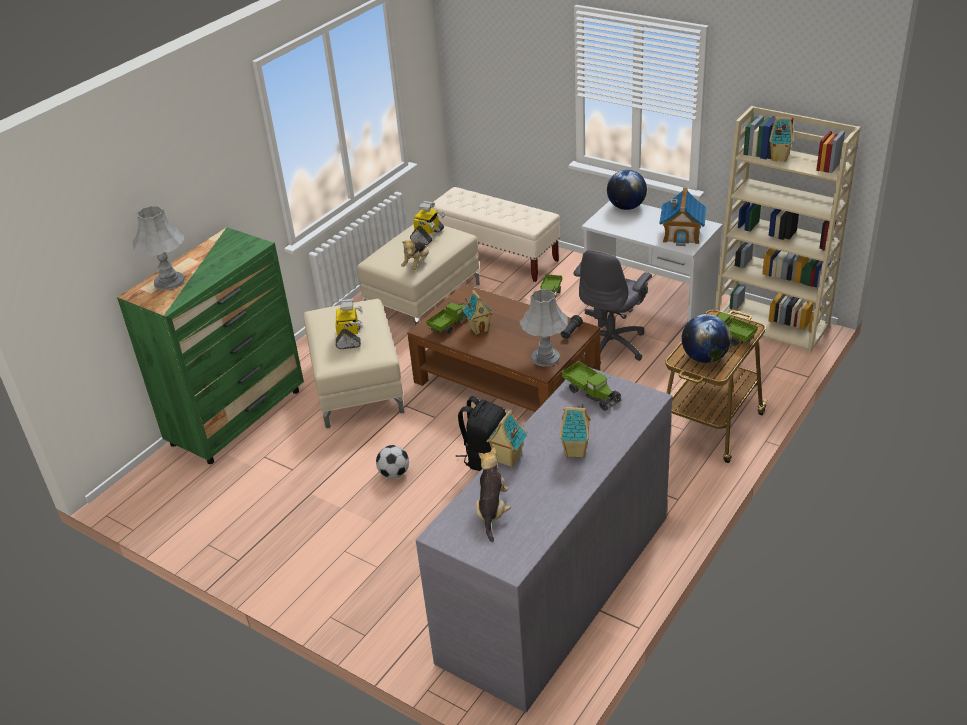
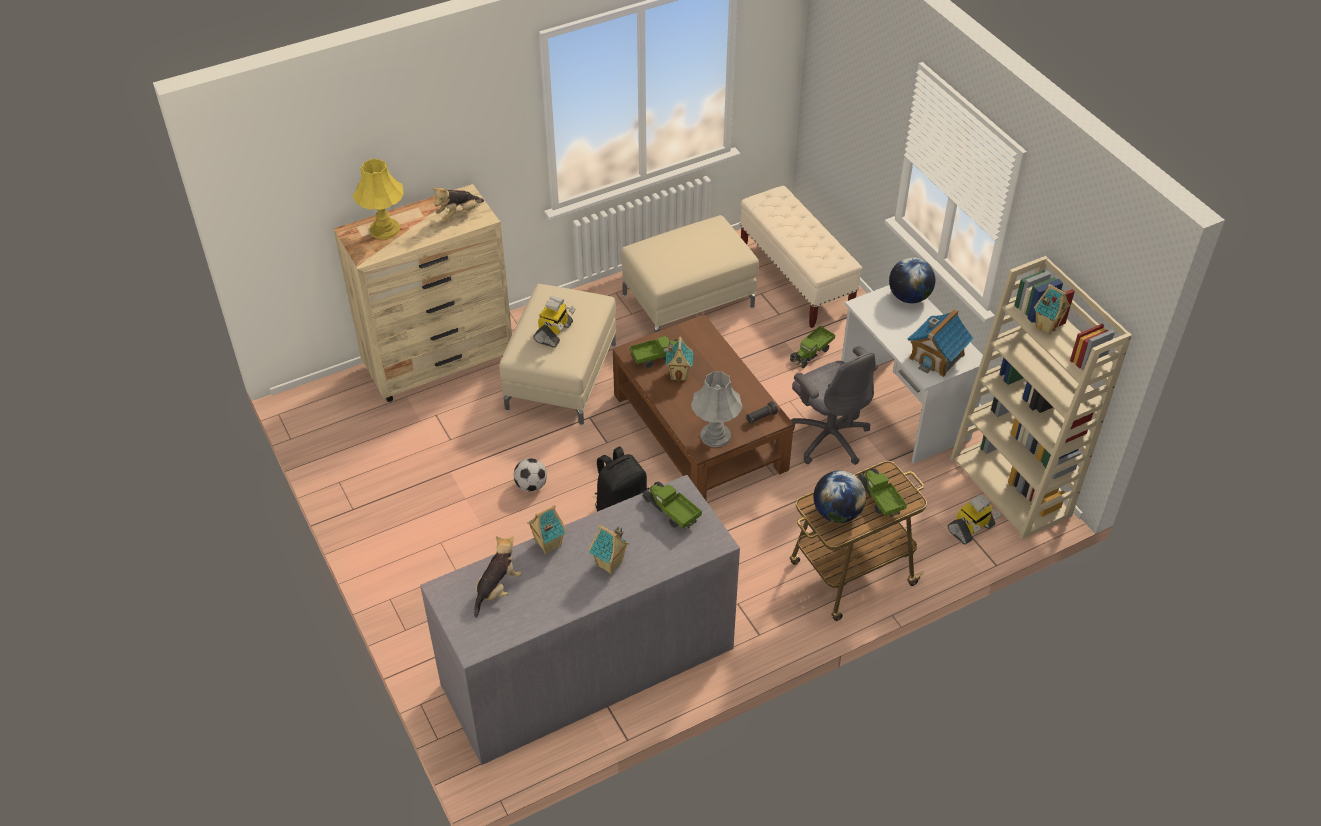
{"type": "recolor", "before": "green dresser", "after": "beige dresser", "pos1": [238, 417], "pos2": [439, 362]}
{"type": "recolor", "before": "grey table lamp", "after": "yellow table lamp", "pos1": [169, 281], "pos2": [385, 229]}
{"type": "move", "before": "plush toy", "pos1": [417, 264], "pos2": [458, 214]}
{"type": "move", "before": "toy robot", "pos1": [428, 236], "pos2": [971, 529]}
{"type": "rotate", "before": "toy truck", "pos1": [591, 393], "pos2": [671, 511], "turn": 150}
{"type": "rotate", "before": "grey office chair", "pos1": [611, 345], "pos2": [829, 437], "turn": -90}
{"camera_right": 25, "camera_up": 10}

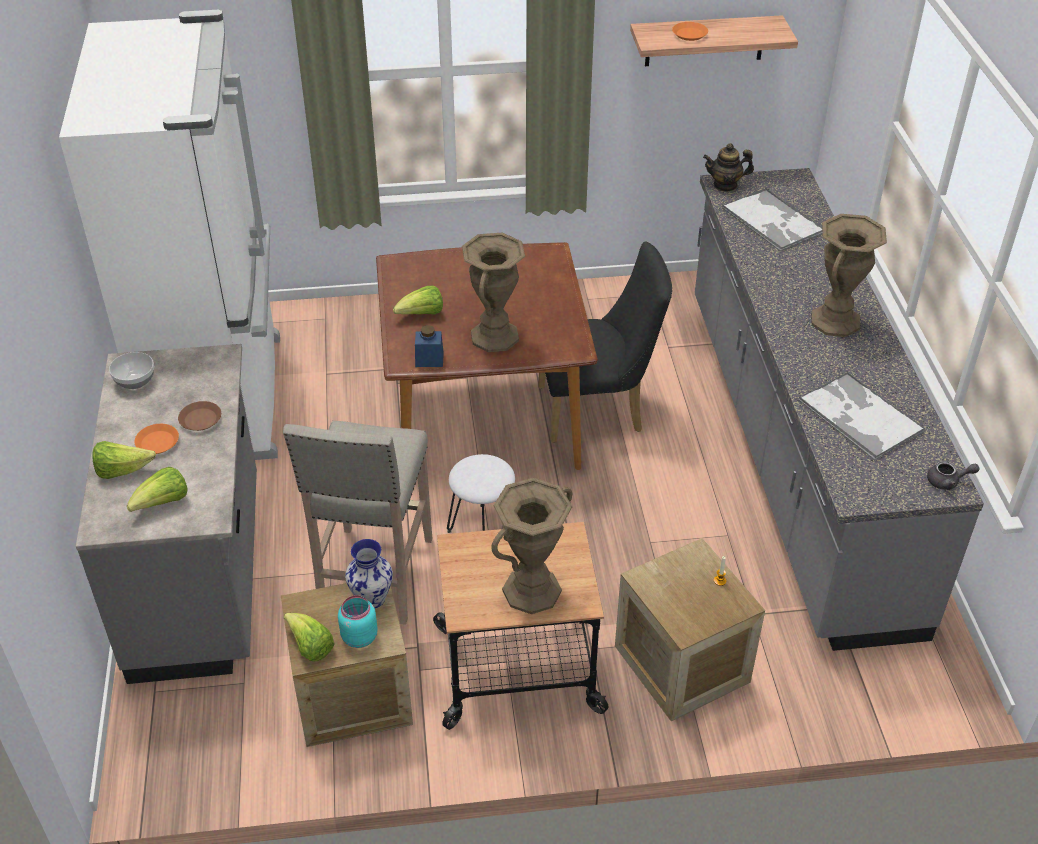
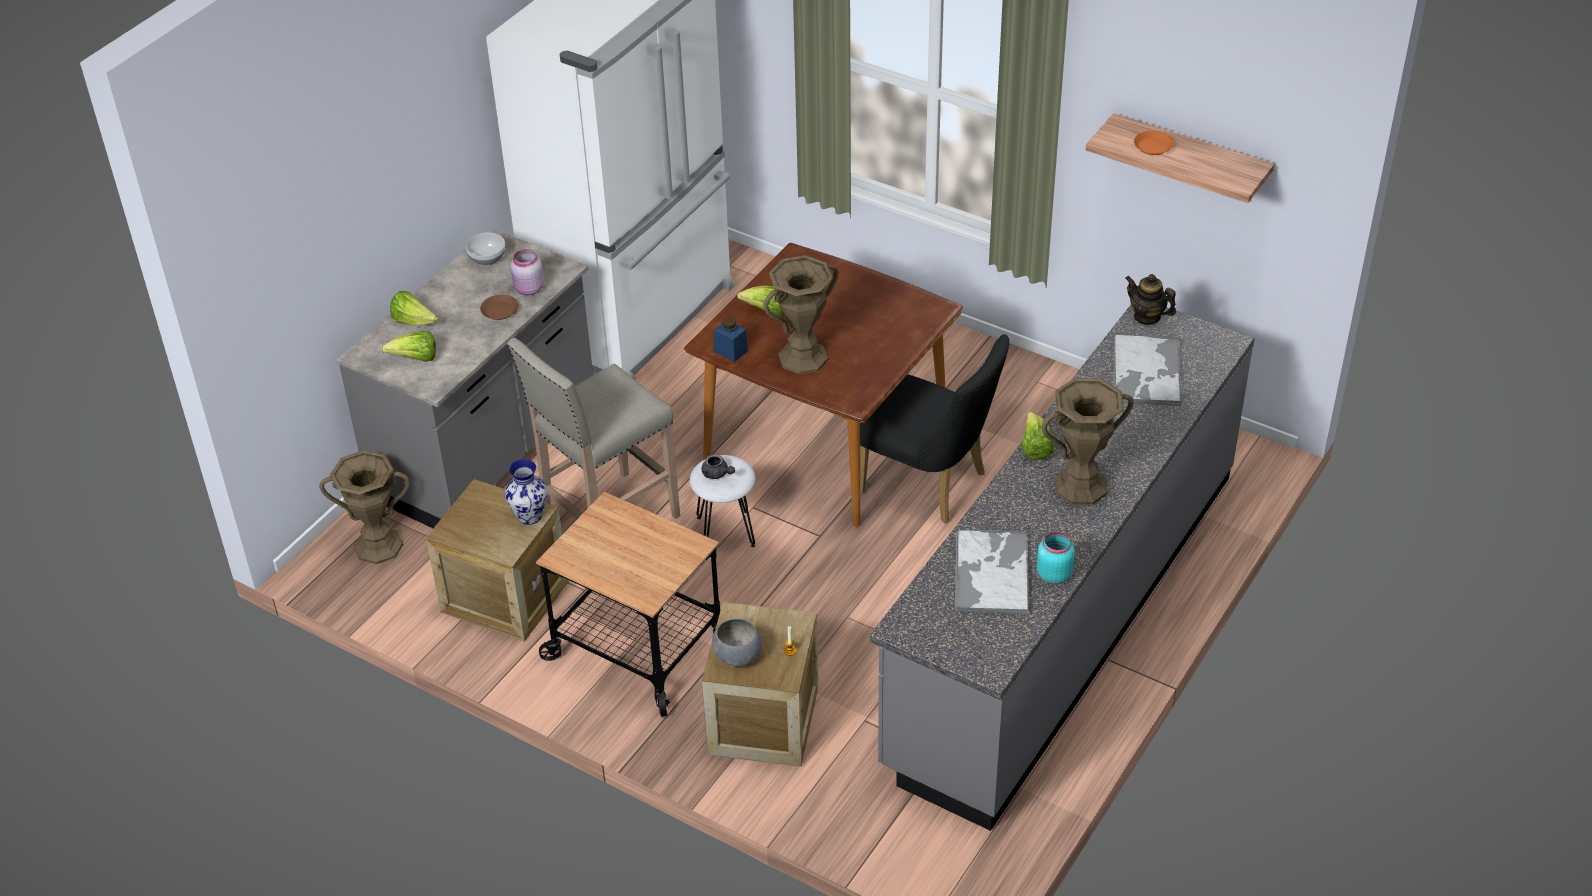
{"type": "delete", "before": "orange plate", "pos1": [158, 442]}
{"type": "move", "before": "lettuce", "pos1": [310, 647], "pos2": [1035, 448]}
{"type": "move", "before": "turquoise jar", "pos1": [358, 637], "pos2": [1053, 574]}
{"type": "move", "before": "brown vase", "pos1": [531, 590], "pos2": [378, 546]}
{"type": "move", "before": "grey teapot", "pos1": [947, 482], "pos2": [717, 474]}
{"type": "insert", "after": "pink jar", "pos2": [528, 289]}
{"type": "insert", "after": "grey bowl", "pos2": [738, 656]}
{"camera_right": 40, "camera_up": 0}

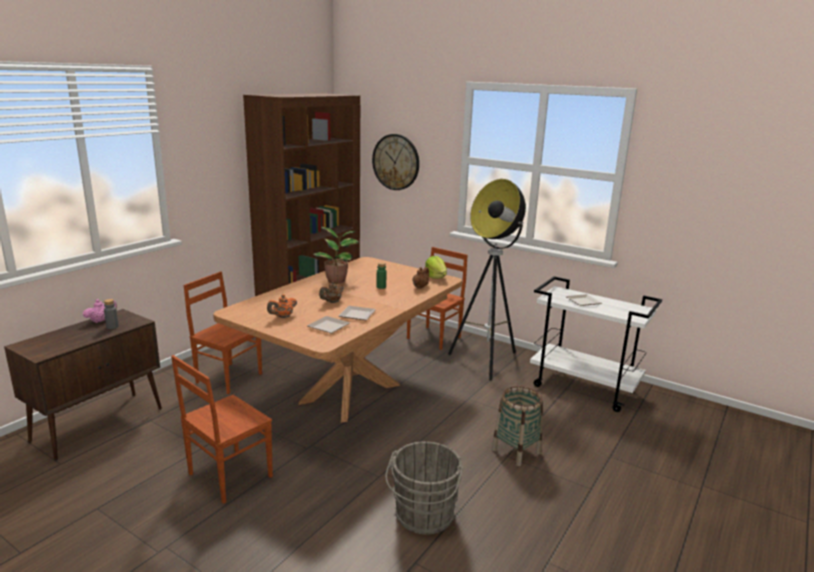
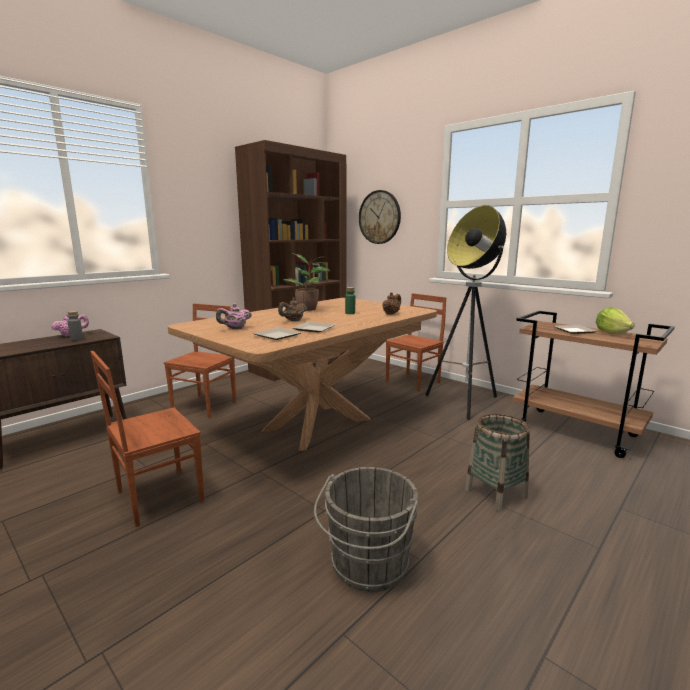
{"type": "rotate", "before": "brown chair", "pos1": [229, 377], "pos2": [205, 406], "turn": 75}
{"type": "recolor", "before": "orange teapot", "after": "pink teapot", "pos1": [283, 317], "pos2": [235, 328]}
{"type": "move", "before": "lettuce", "pos1": [435, 277], "pos2": [611, 332]}
{"type": "recolor", "before": "white cart", "after": "brown cart", "pos1": [584, 388], "pos2": [577, 432]}
{"camera_right": 10, "camera_up": -5}

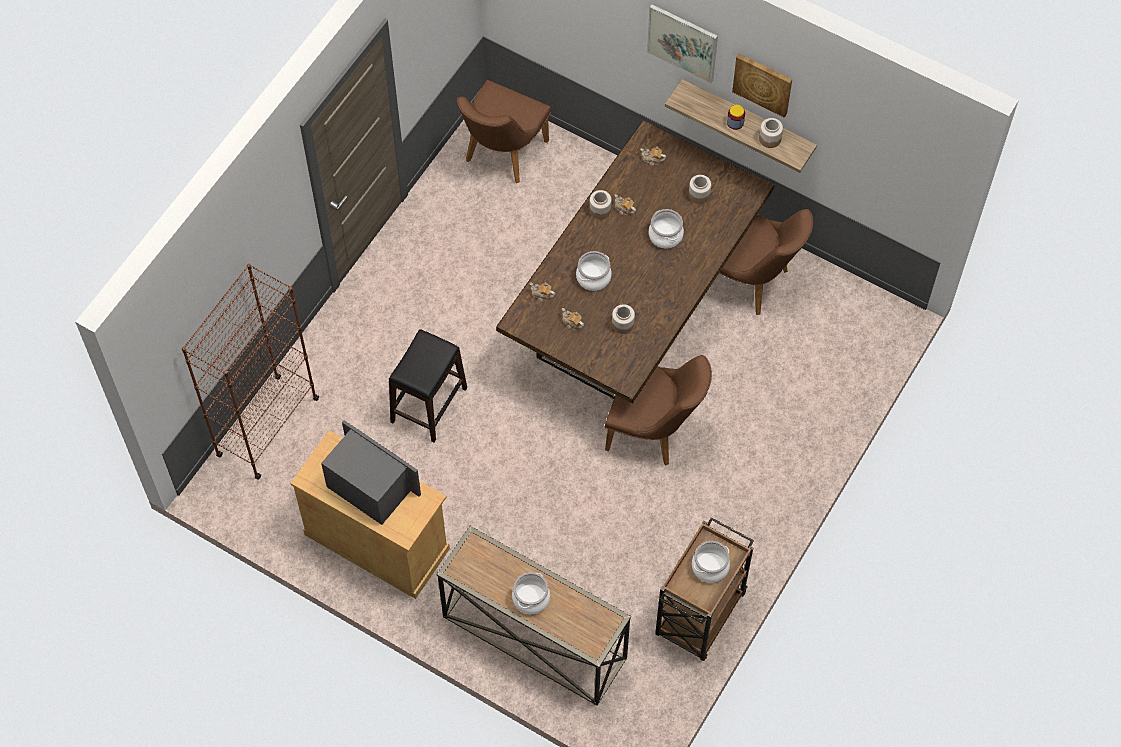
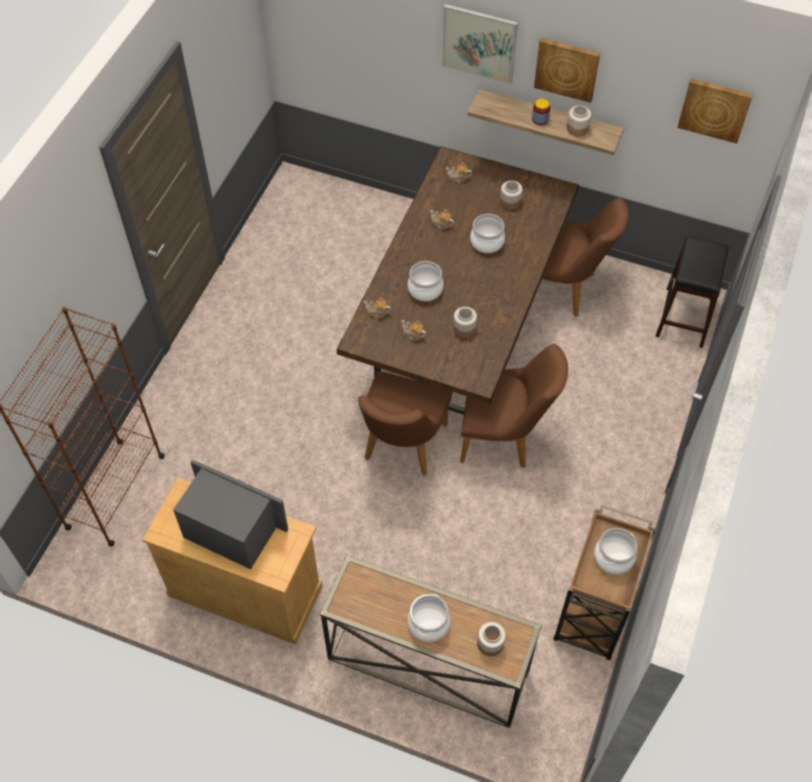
{"type": "move", "before": "black stool", "pos1": [429, 405], "pos2": [684, 317]}
{"type": "move", "before": "brown chair", "pos1": [501, 155], "pos2": [401, 448]}
{"type": "move", "before": "jar", "pos1": [600, 210], "pos2": [490, 643]}
{"type": "insert", "after": "picture", "pos2": [714, 109]}
{"camera_right": -10, "camera_up": -5}

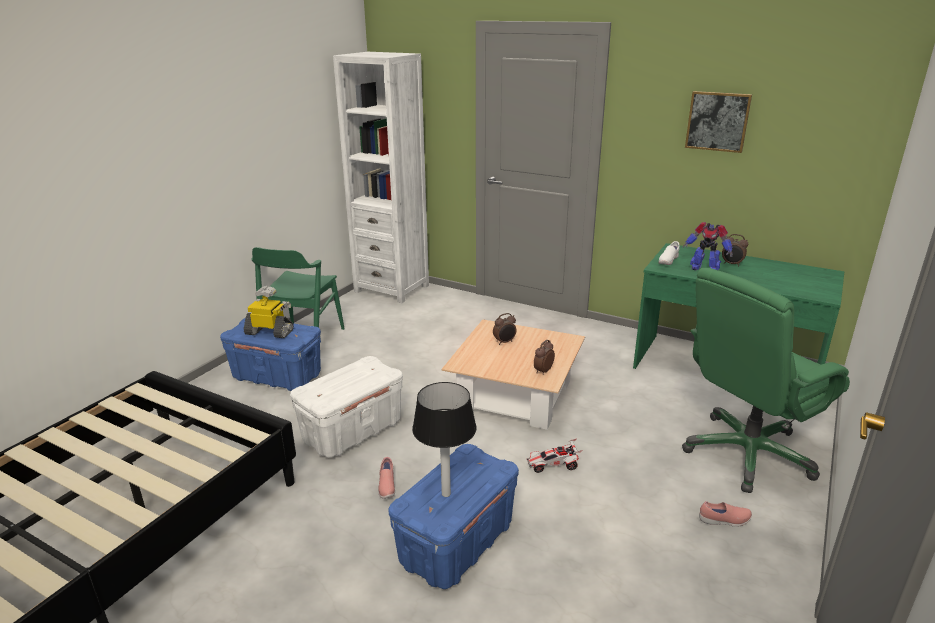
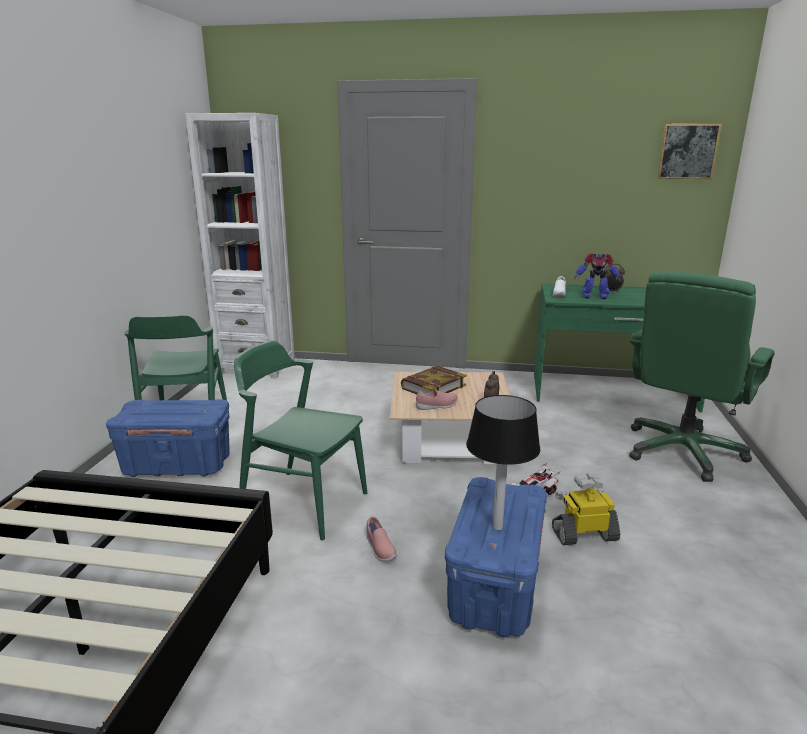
{"type": "move", "before": "toy robot", "pos1": [270, 332], "pos2": [584, 534]}
{"type": "replace", "before": "white storage box", "after": "green chair", "pos1": [352, 431], "pos2": [303, 503]}
{"type": "replace", "before": "alarm clock", "after": "book", "pos1": [504, 342], "pos2": [433, 387]}
{"type": "move", "before": "picture", "pos1": [717, 121], "pos2": [688, 151]}
{"type": "move", "before": "pink shoe", "pos1": [724, 521], "pos2": [437, 406]}
{"camera_right": -20, "camera_up": -5}

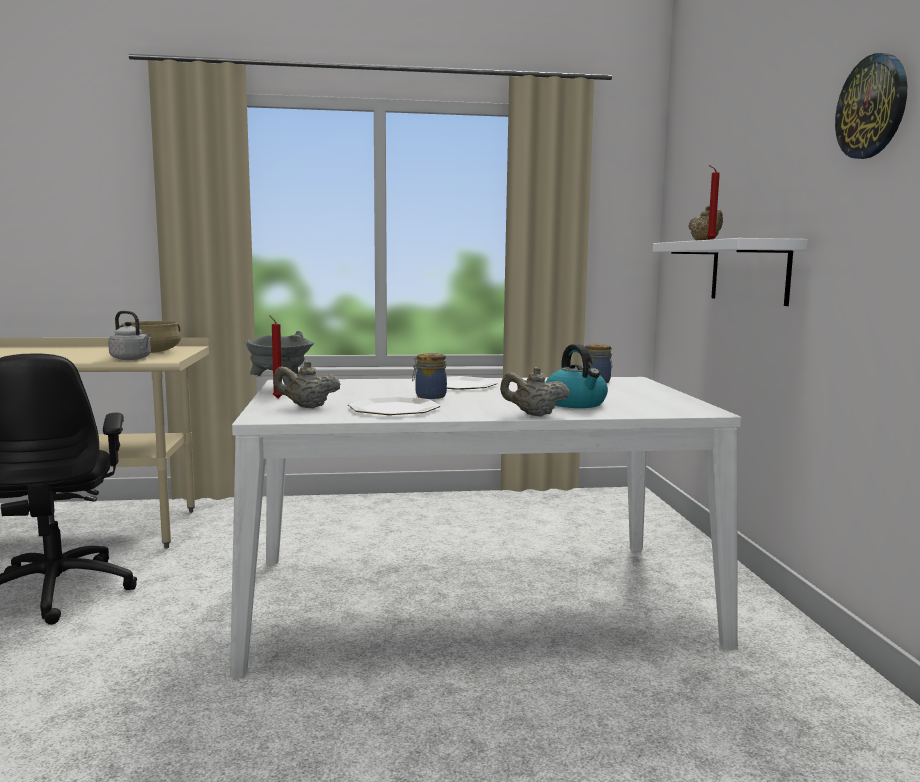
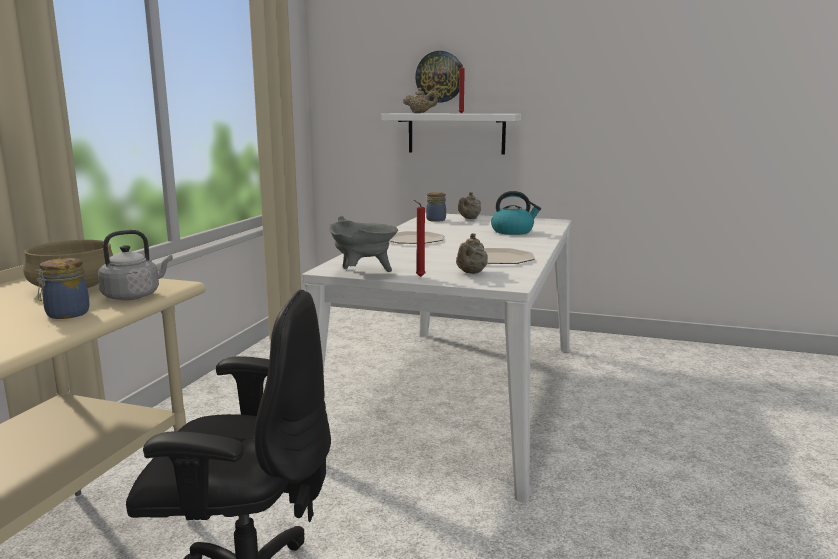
{"type": "move", "before": "jar", "pos1": [429, 396], "pos2": [66, 314]}
{"type": "move", "before": "beige teapot", "pos1": [534, 414], "pos2": [469, 219]}
{"type": "move", "before": "wall clock", "pos1": [872, 107], "pos2": [440, 77]}
{"camera_right": -65, "camera_up": 5}

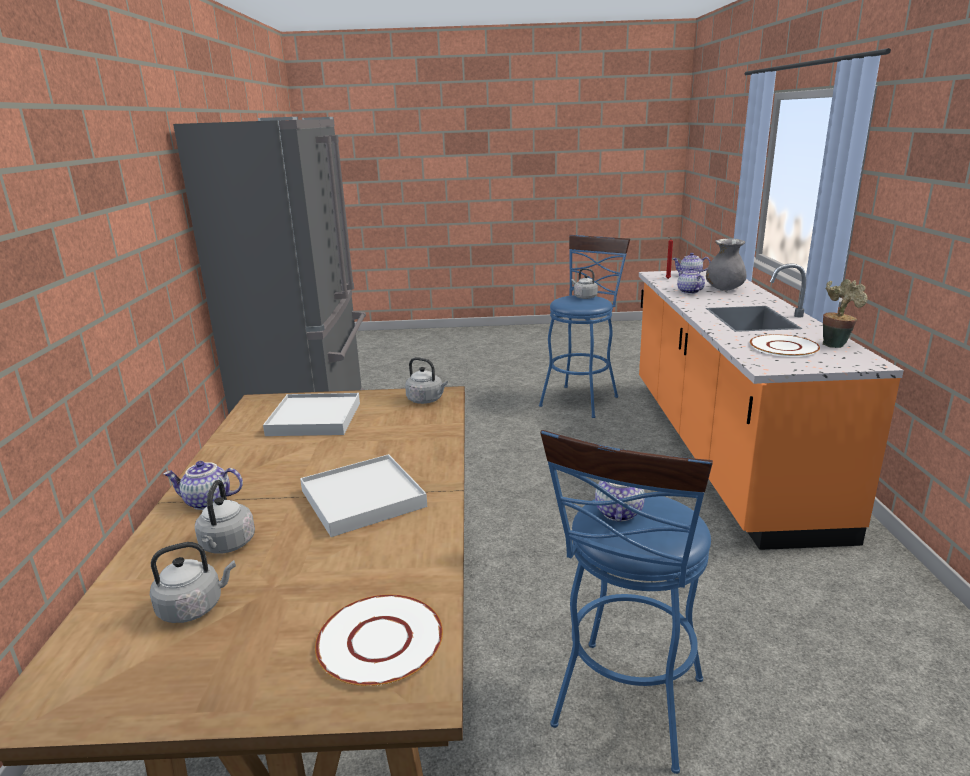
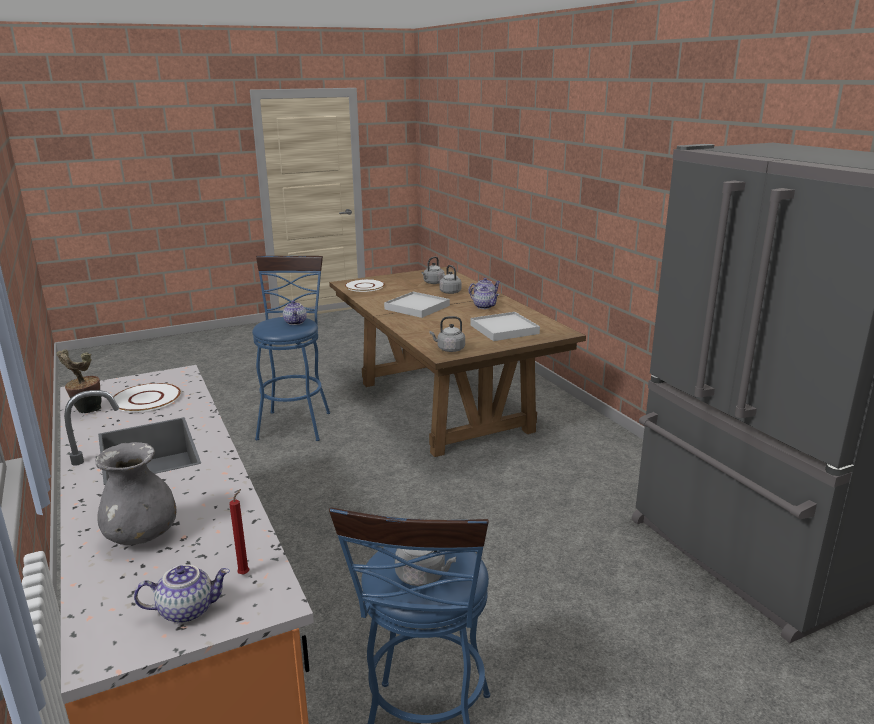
{"type": "move", "before": "teapot", "pos1": [688, 292], "pos2": [484, 306]}
{"camera_right": 155, "camera_up": 0}

